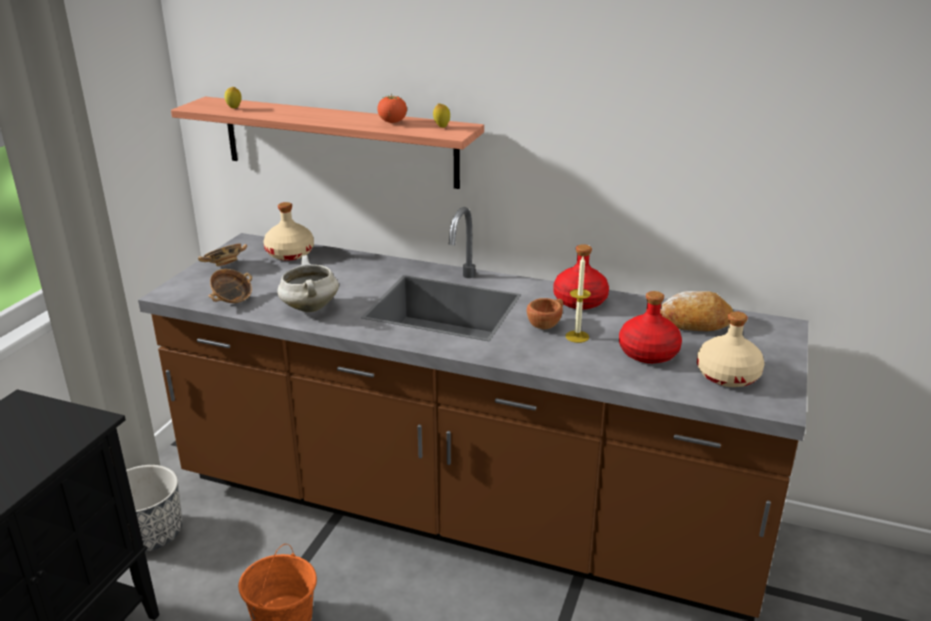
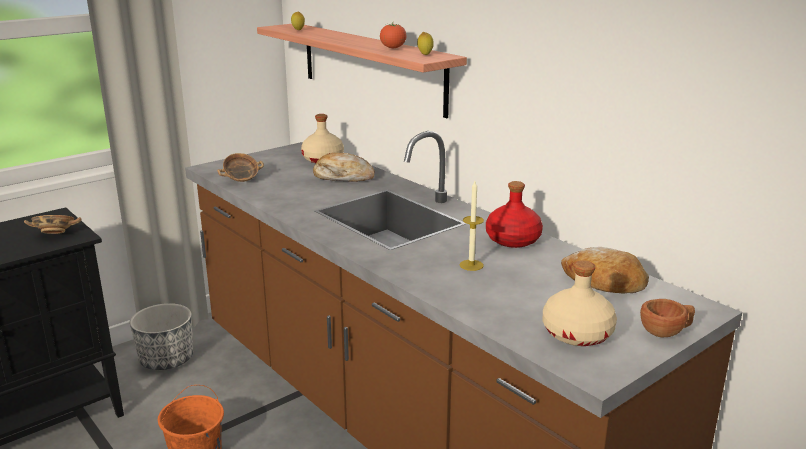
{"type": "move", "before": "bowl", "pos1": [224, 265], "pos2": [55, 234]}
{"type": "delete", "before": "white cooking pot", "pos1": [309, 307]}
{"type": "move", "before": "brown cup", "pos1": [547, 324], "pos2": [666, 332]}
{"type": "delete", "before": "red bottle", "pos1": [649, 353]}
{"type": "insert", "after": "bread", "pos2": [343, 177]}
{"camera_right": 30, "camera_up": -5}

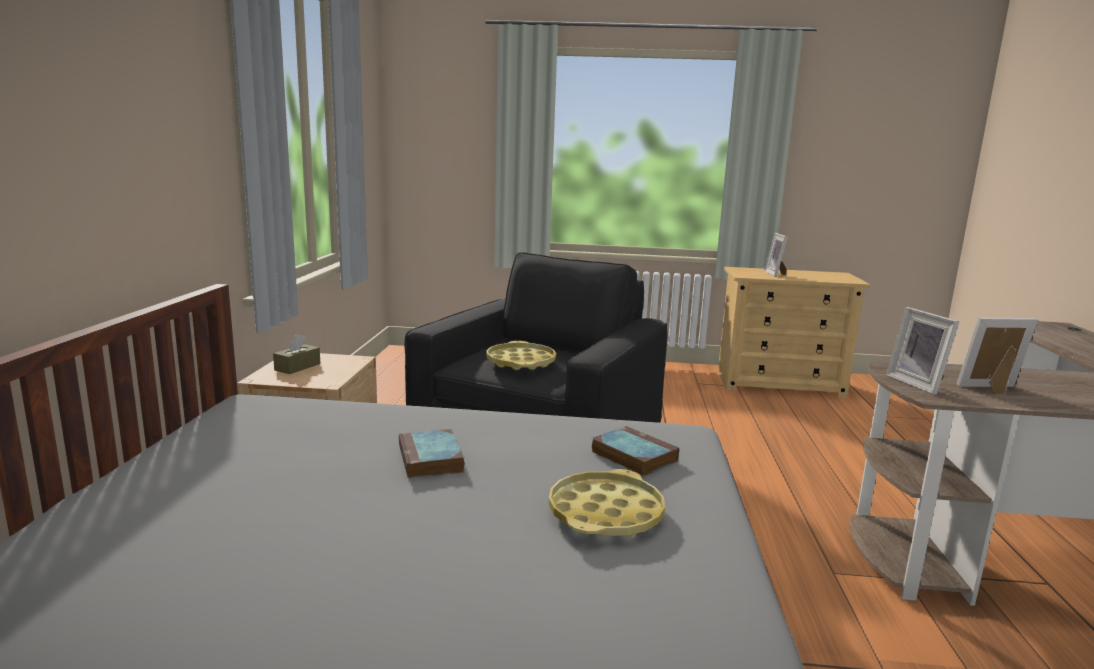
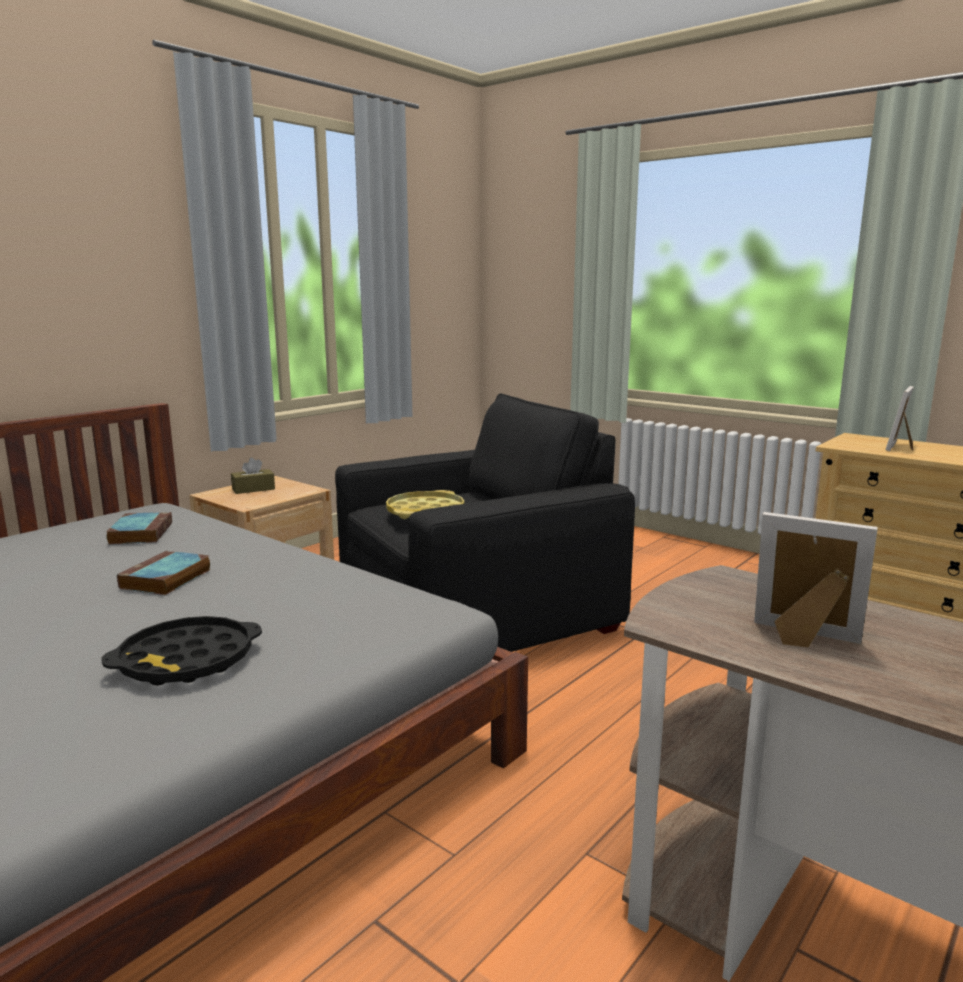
{"type": "recolor", "before": "yellow tray", "after": "black tray", "pos1": [605, 513], "pos2": [187, 660]}
{"type": "move", "before": "book", "pos1": [632, 456], "pos2": [141, 533]}
{"type": "delete", "before": "picture frame", "pos1": [919, 384]}
{"camera_right": 35, "camera_up": 0}

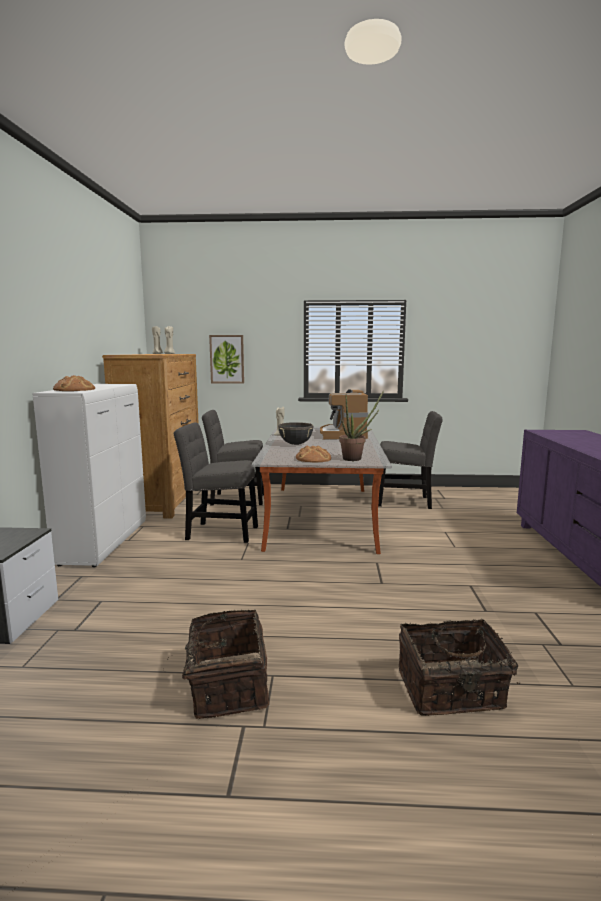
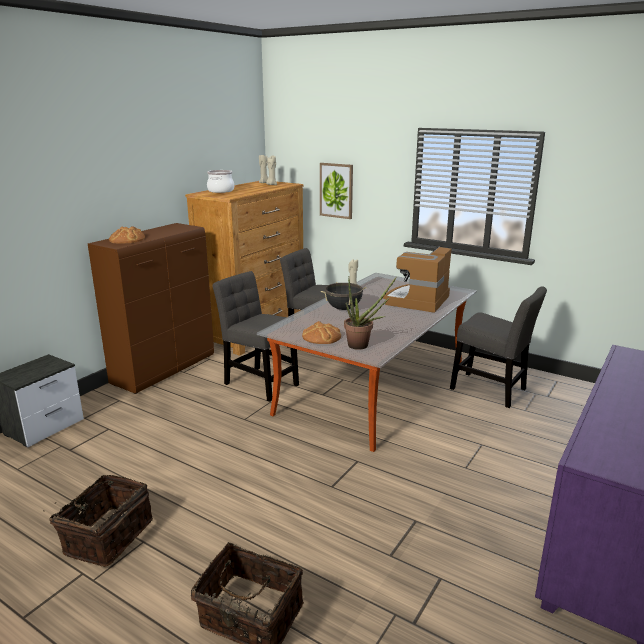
{"type": "recolor", "before": "white cabinet", "after": "brown cabinet", "pos1": [104, 542], "pos2": [165, 369]}
{"type": "insert", "after": "cooking pot", "pos2": [221, 191]}
{"camera_right": 30, "camera_up": 10}

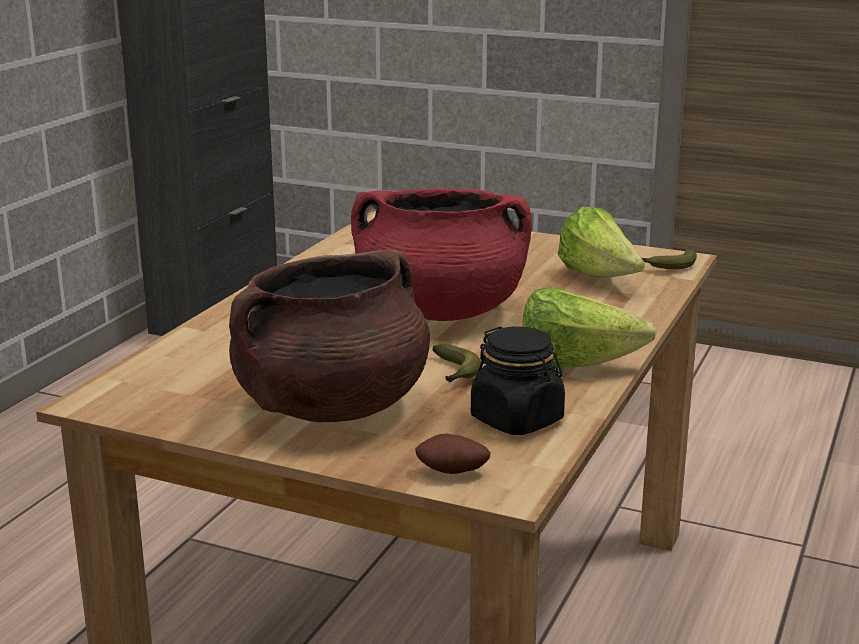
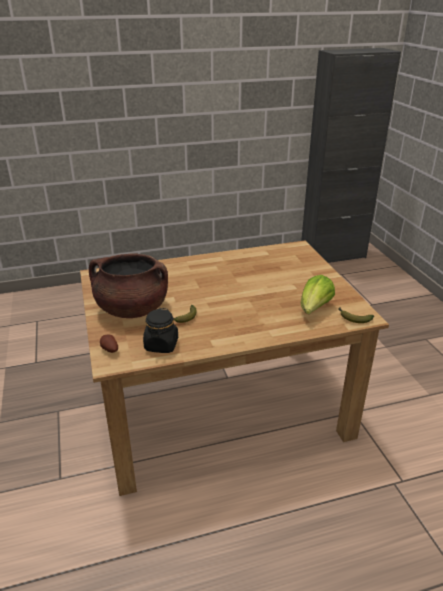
{"type": "delete", "before": "red cooking pot", "pos1": [440, 311]}
{"type": "delete", "before": "lettuce", "pos1": [574, 366]}
{"camera_right": 50, "camera_up": 10}

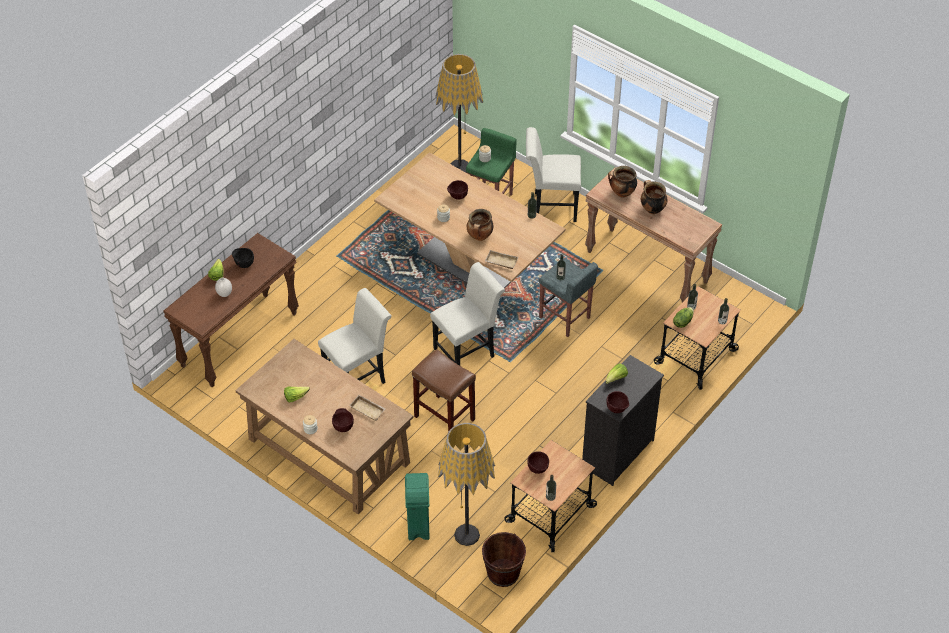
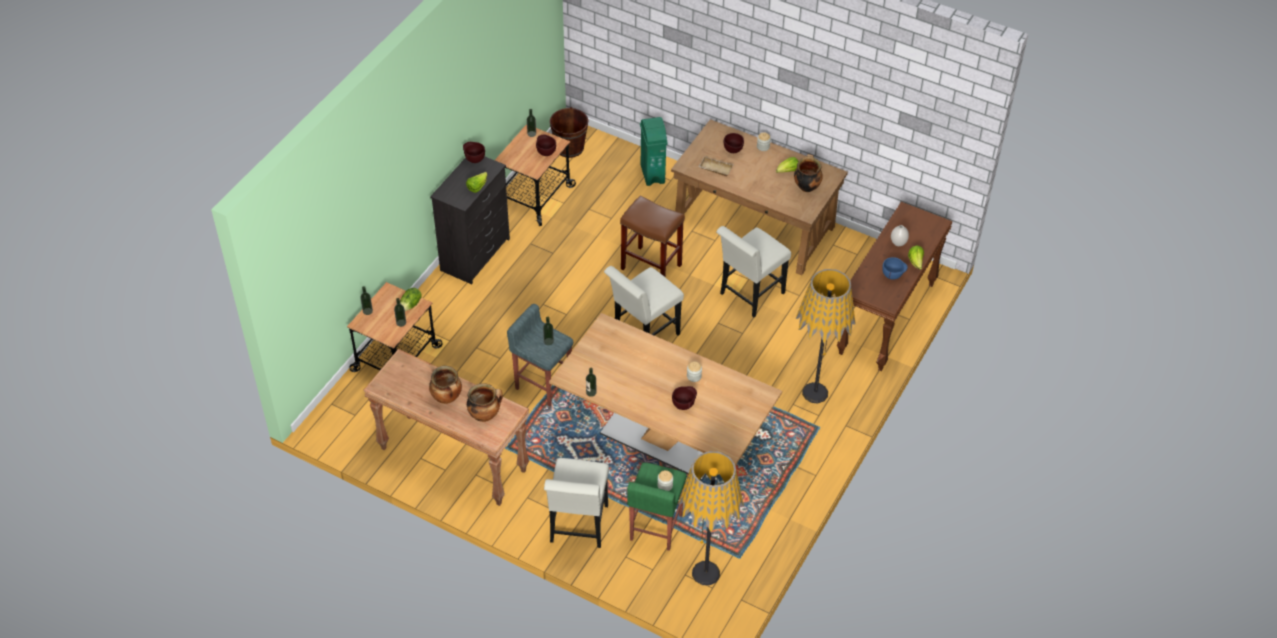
{"type": "recolor", "before": "black bowl", "after": "blue bowl", "pos1": [244, 264], "pos2": [893, 276]}
{"type": "move", "before": "floor lamp", "pos1": [466, 535], "pos2": [815, 392]}
{"type": "move", "before": "cooking pot", "pos1": [480, 237], "pos2": [806, 186]}
{"type": "delete", "before": "beige tray", "pos1": [501, 262]}
{"type": "rotate", "before": "white chair", "pos1": [551, 207], "pos2": [578, 528], "turn": 105}
{"camera_right": 170, "camera_up": 0}

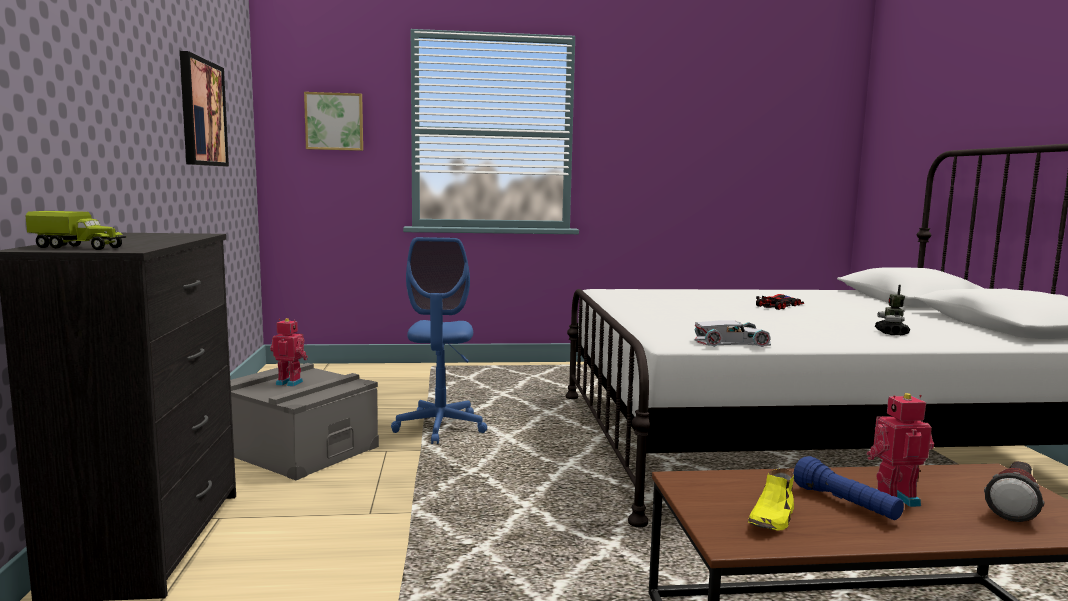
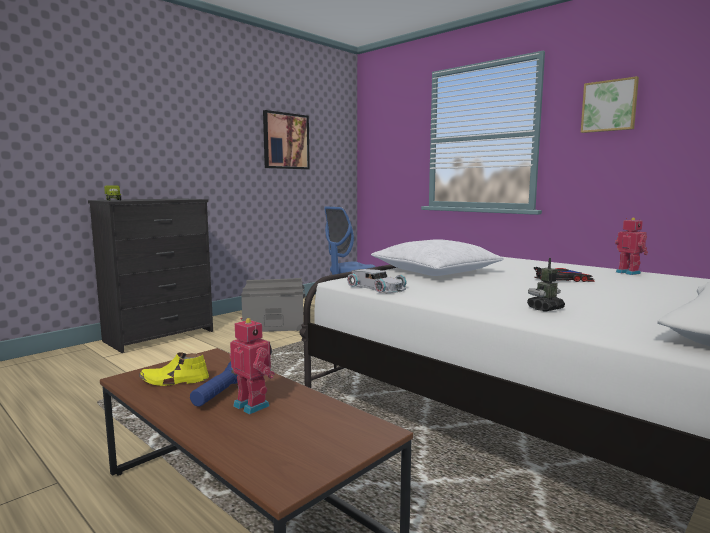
{"type": "move", "before": "toy robot", "pos1": [290, 382], "pos2": [629, 273]}
{"type": "move", "before": "picture", "pos1": [334, 121], "pos2": [609, 106]}
{"type": "delete", "before": "flashlight", "pos1": [1014, 505]}
{"type": "insert", "after": "white pillow", "pos2": [436, 271]}
{"camera_right": 50, "camera_up": 0}

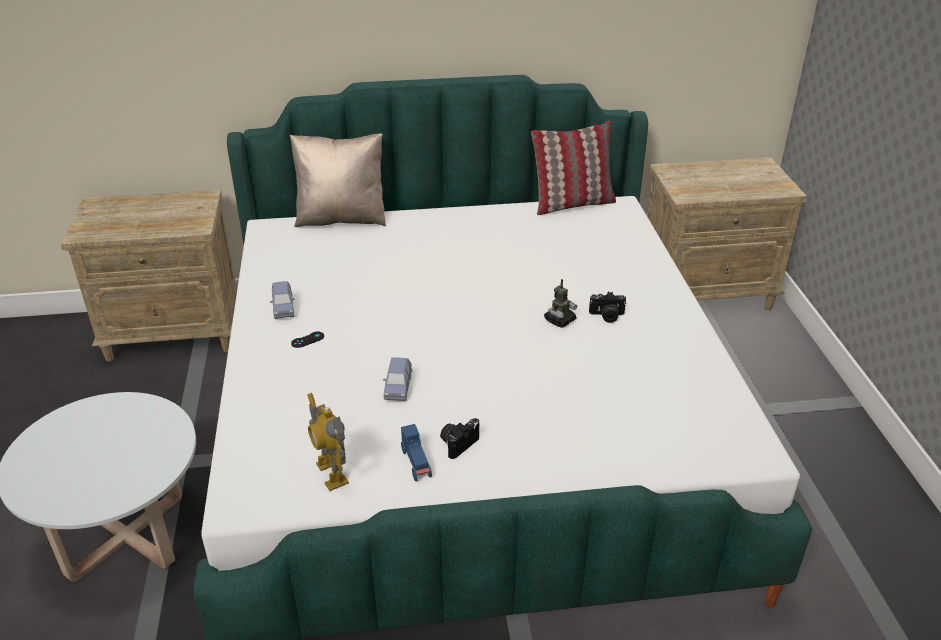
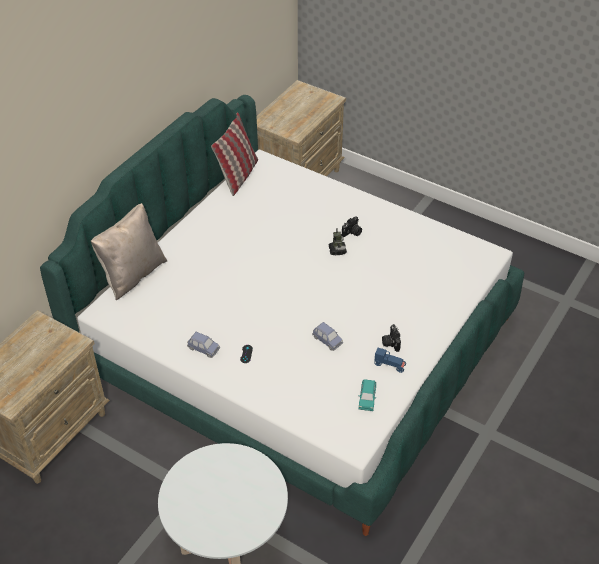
{"type": "replace", "before": "toy robot", "after": "turquoise toy car", "pos1": [331, 474], "pos2": [367, 399]}
{"camera_right": -50, "camera_up": 10}

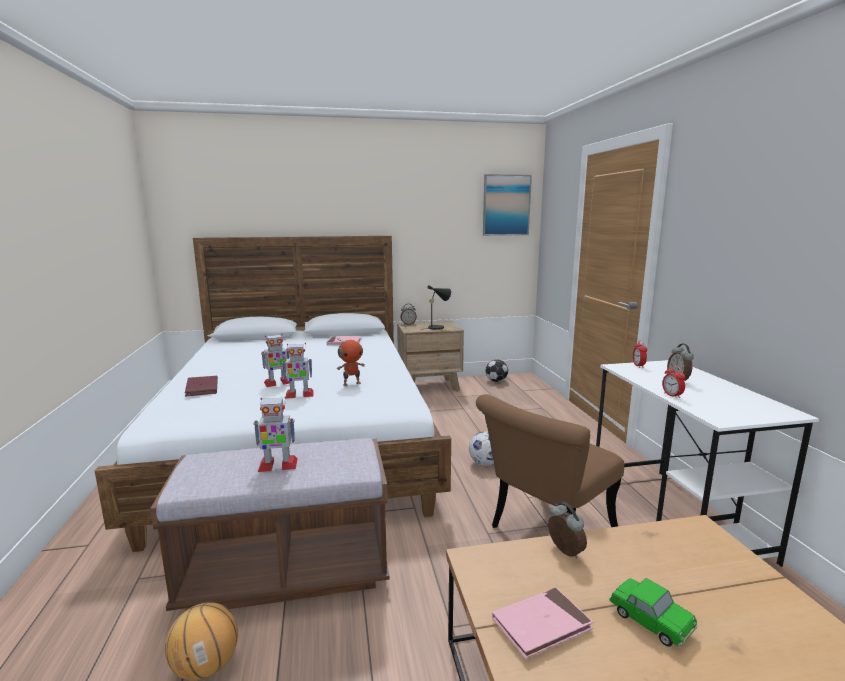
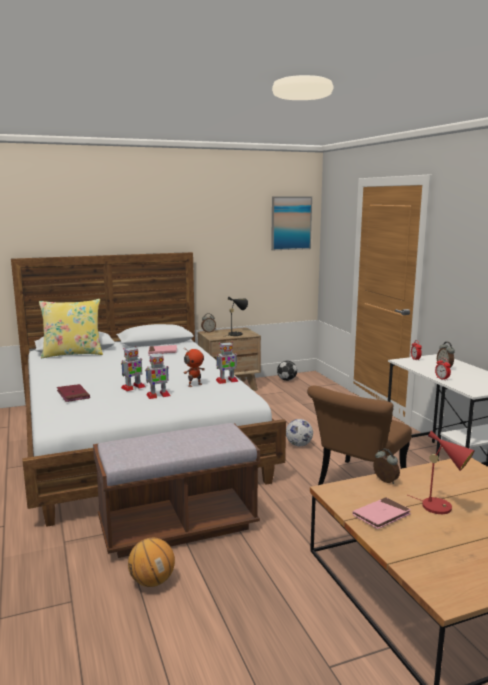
{"type": "move", "before": "toy robot", "pos1": [277, 465], "pos2": [226, 381]}
{"type": "replace", "before": "toy car", "after": "red table lamp", "pos1": [650, 621], "pos2": [441, 508]}
{"type": "insert", "after": "yellow pillow", "pos2": [73, 354]}
{"camera_right": -10, "camera_up": 0}

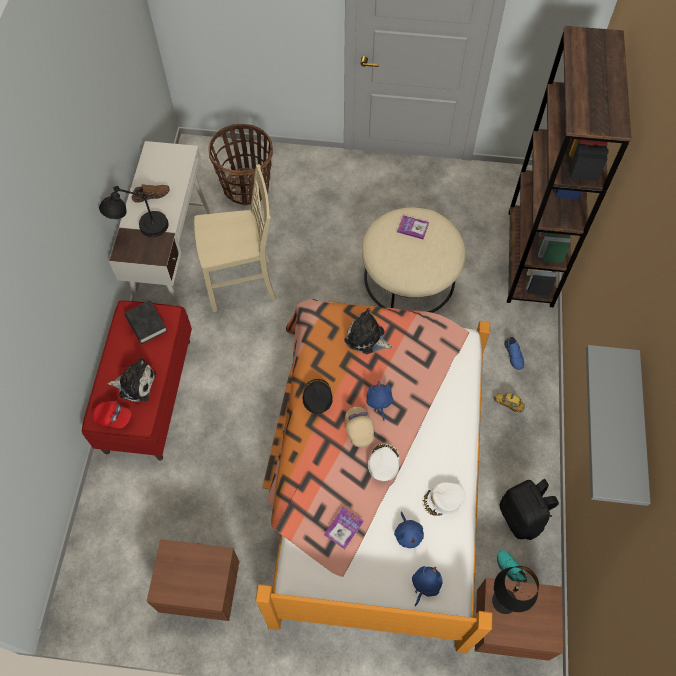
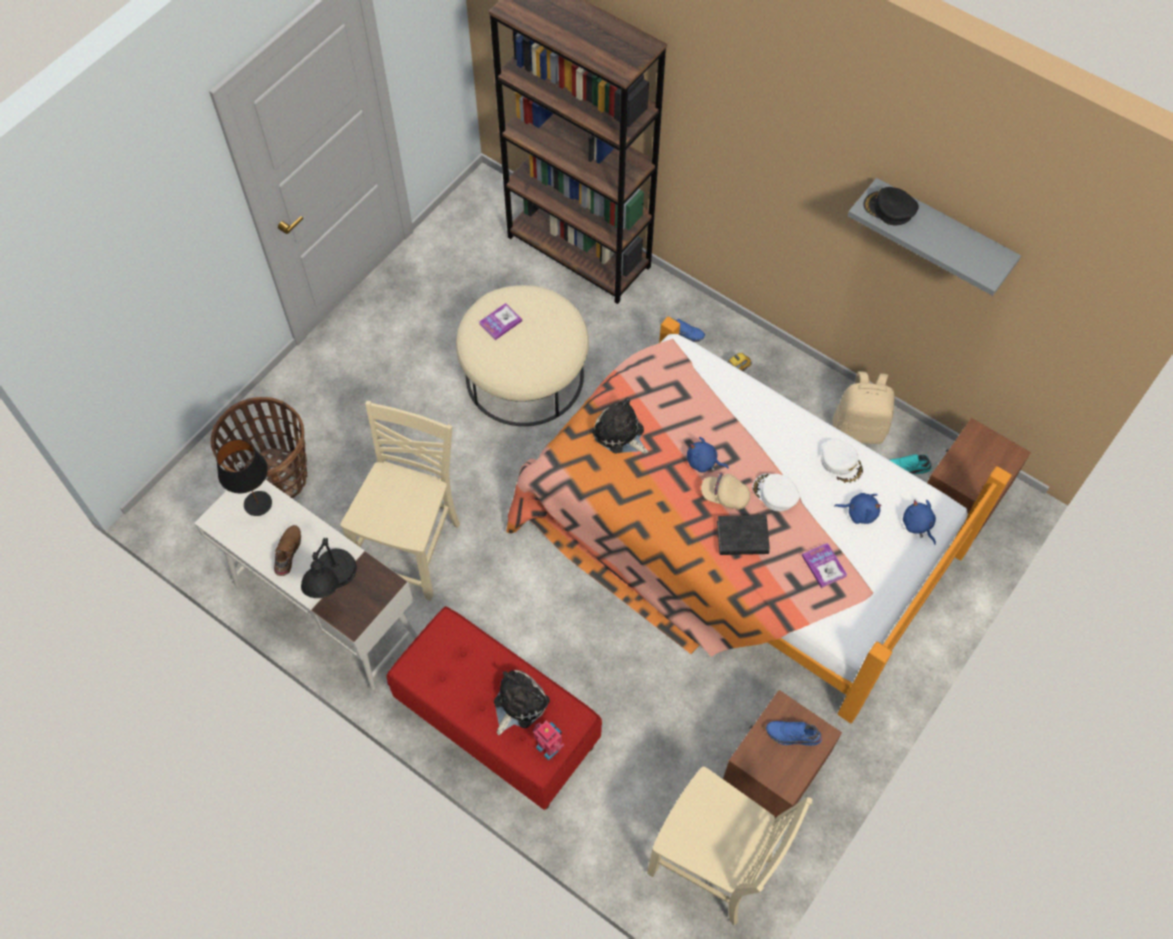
{"type": "replace", "before": "red cap", "after": "toy robot", "pos1": [113, 418], "pos2": [549, 747]}
{"type": "move", "before": "black book", "pos1": [146, 324], "pos2": [742, 538]}
{"type": "move", "before": "black cap", "pos1": [317, 397], "pos2": [889, 209]}
{"type": "rotate", "before": "plush toy", "pos1": [366, 338], "pos2": [620, 434], "turn": 75}
{"type": "rotate", "before": "white cap", "pos1": [443, 500], "pos2": [841, 463], "turn": -45}
{"type": "move", "before": "black table lamp", "pos1": [504, 601], "pos2": [258, 503]}
{"type": "recolor", "before": "black backpack", "after": "beige backpack", "pos1": [522, 517], "pos2": [859, 428]}
{"type": "insert", "after": "beige chair", "pos2": [713, 866]}
{"type": "insert", "after": "blue shoe", "pos2": [792, 736]}
{"camera_right": -60, "camera_up": 0}

